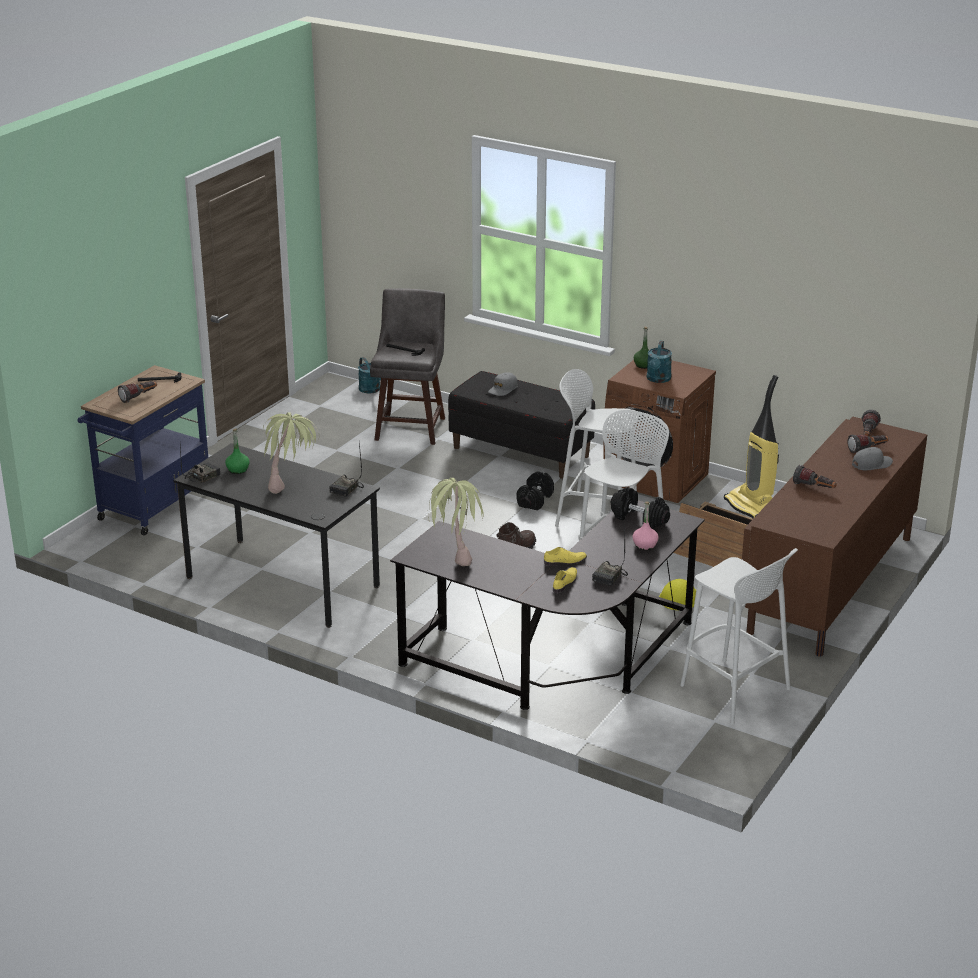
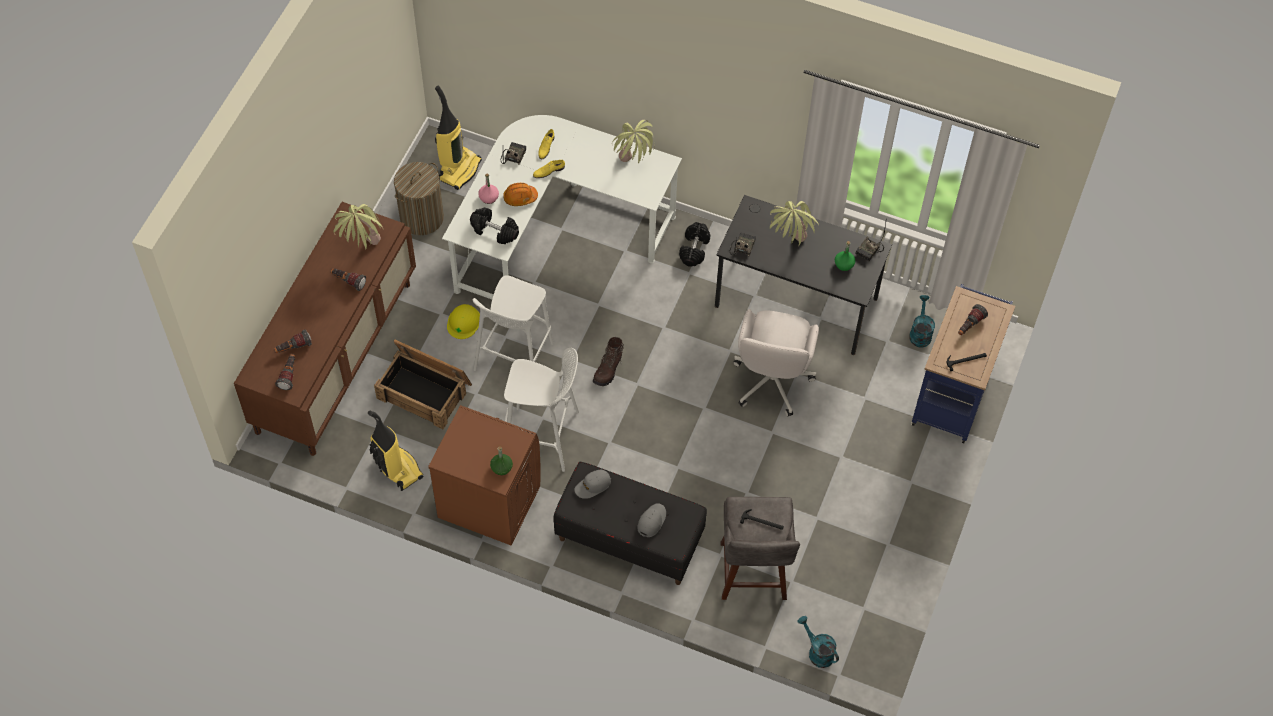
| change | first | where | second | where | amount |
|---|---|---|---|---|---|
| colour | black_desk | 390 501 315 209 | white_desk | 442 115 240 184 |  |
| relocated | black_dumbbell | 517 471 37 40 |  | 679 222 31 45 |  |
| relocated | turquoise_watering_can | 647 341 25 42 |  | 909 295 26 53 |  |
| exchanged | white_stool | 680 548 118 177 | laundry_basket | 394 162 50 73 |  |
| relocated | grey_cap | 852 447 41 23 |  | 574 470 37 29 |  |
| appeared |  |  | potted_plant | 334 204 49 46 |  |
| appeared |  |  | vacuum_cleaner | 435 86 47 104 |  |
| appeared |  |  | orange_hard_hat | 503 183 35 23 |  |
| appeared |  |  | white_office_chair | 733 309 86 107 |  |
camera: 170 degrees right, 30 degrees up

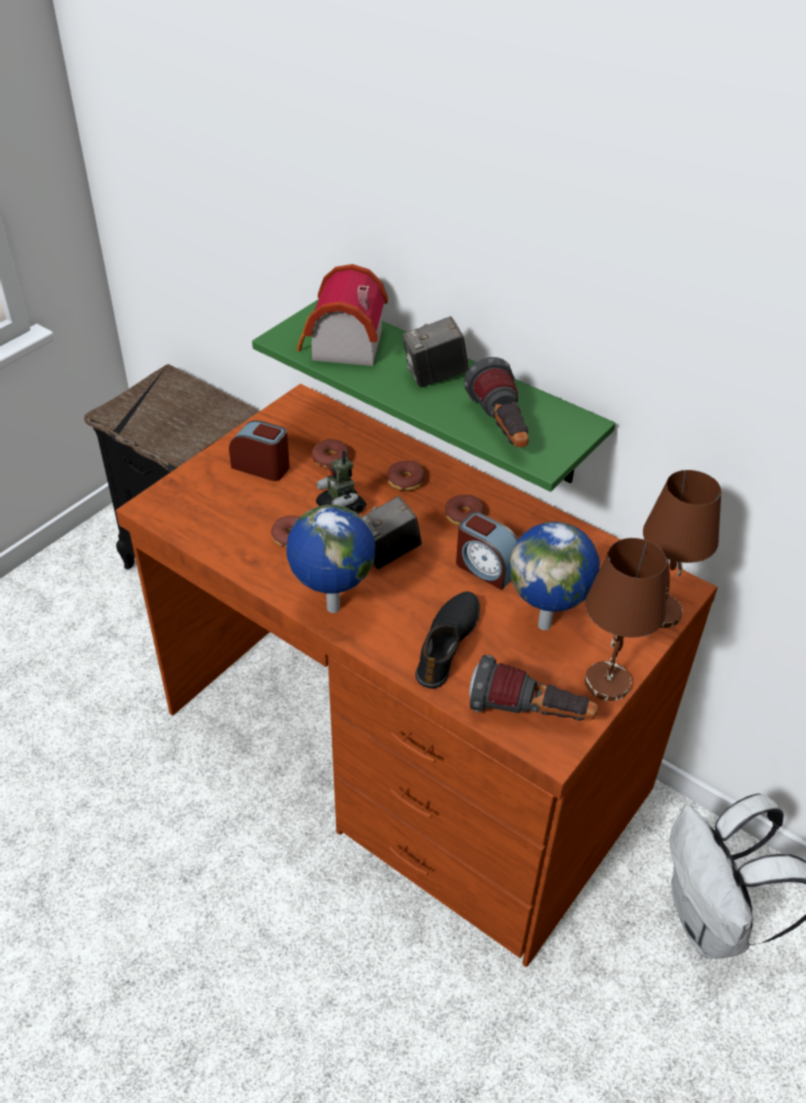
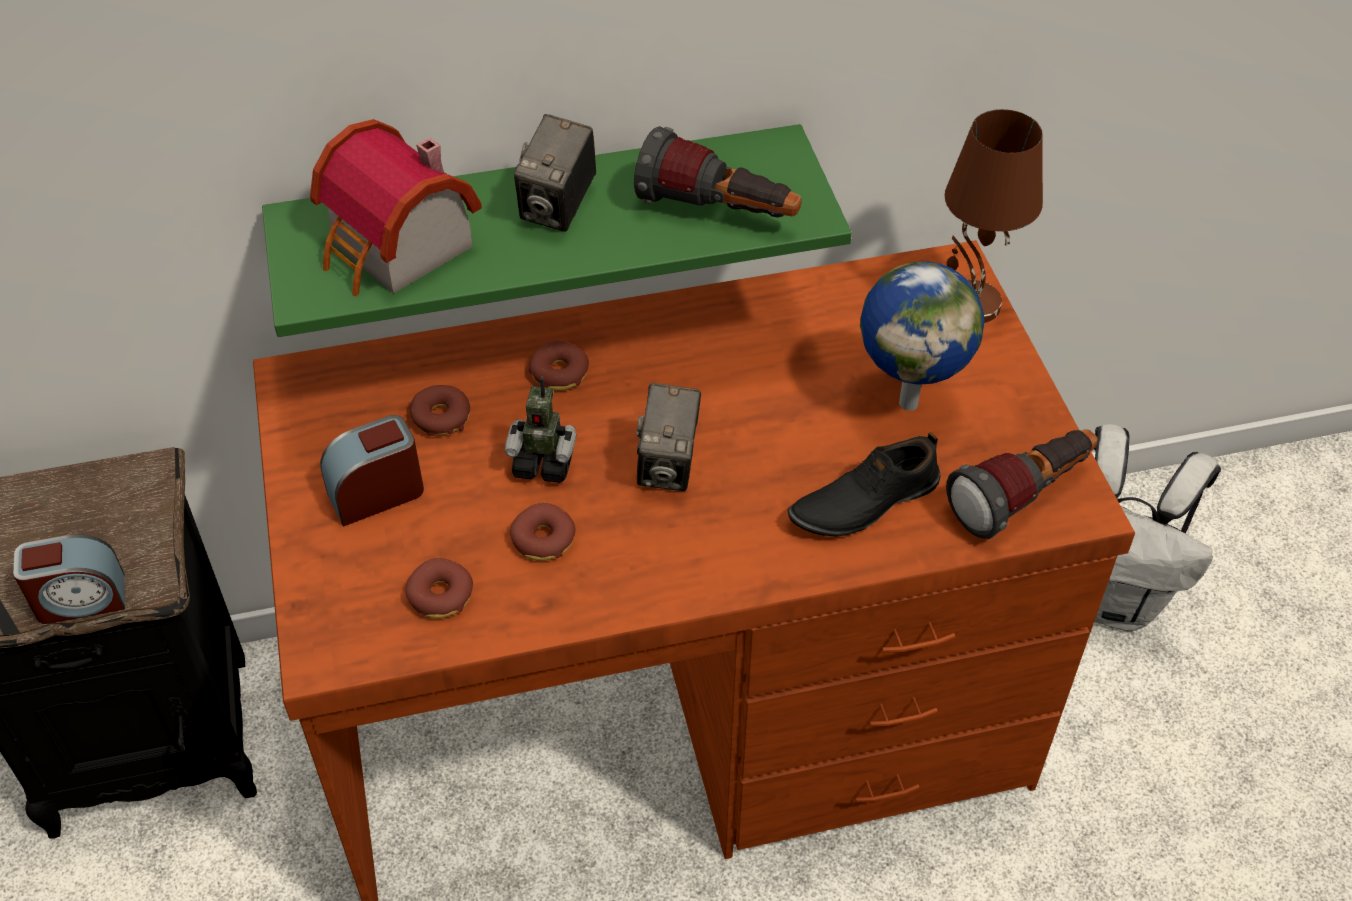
| change | first | where | second | where | amount |
|---|---|---|---|---|---|
| missing | globe | 286 505 89 108 |  |  |  |
| spun | black_shoe | 415 591 65 98 |  | 788 432 153 105 | 90 degrees counterclockwise |
| relocated | donut | 445 495 39 30 |  | 405 558 68 61 |  |
| relocated | alarm_clock | 456 512 62 78 |  | 13 534 112 90 |  |
| missing | brown_table_lamp | 585 538 82 163 |  |  |  |
camera: 50 degrees left, 5 degrees up

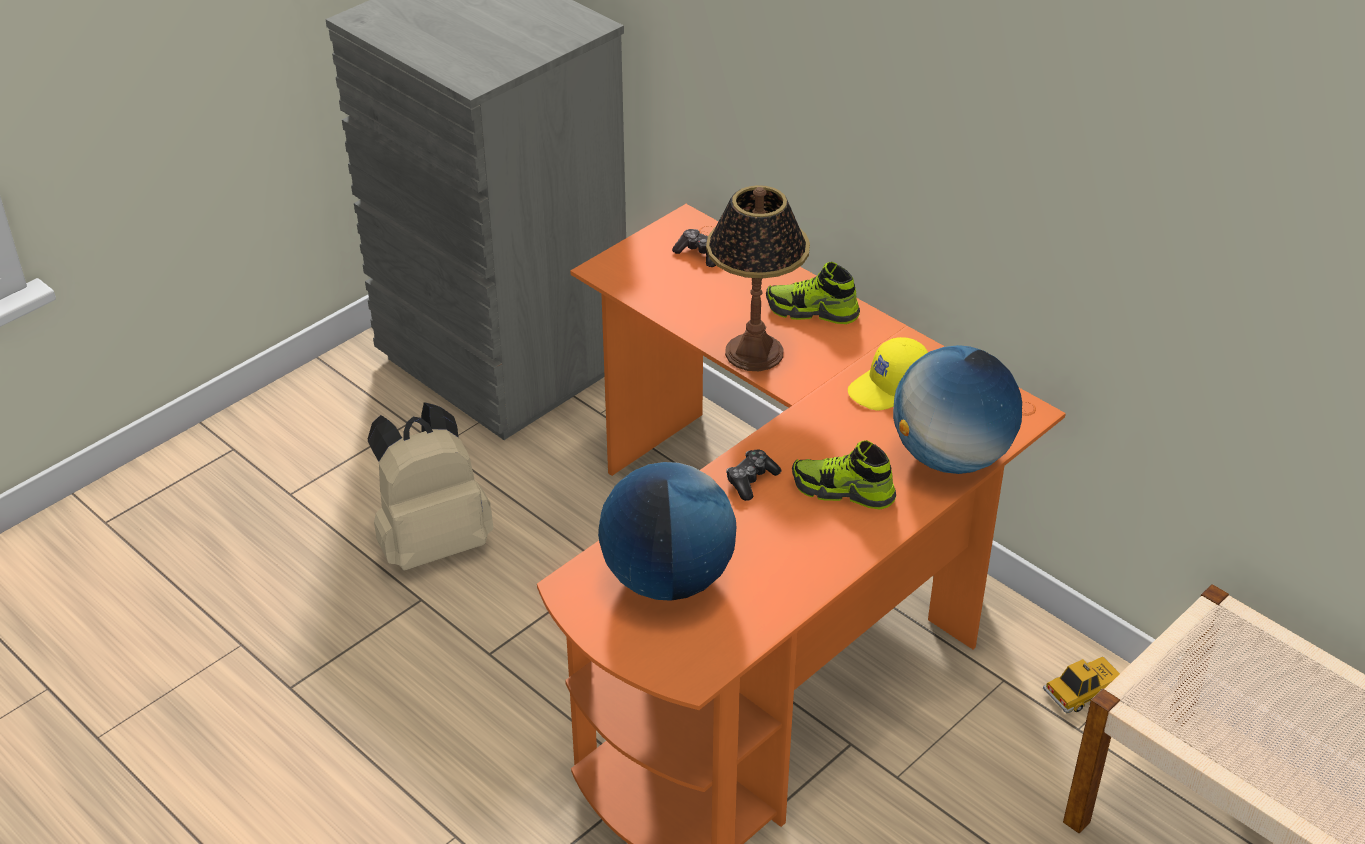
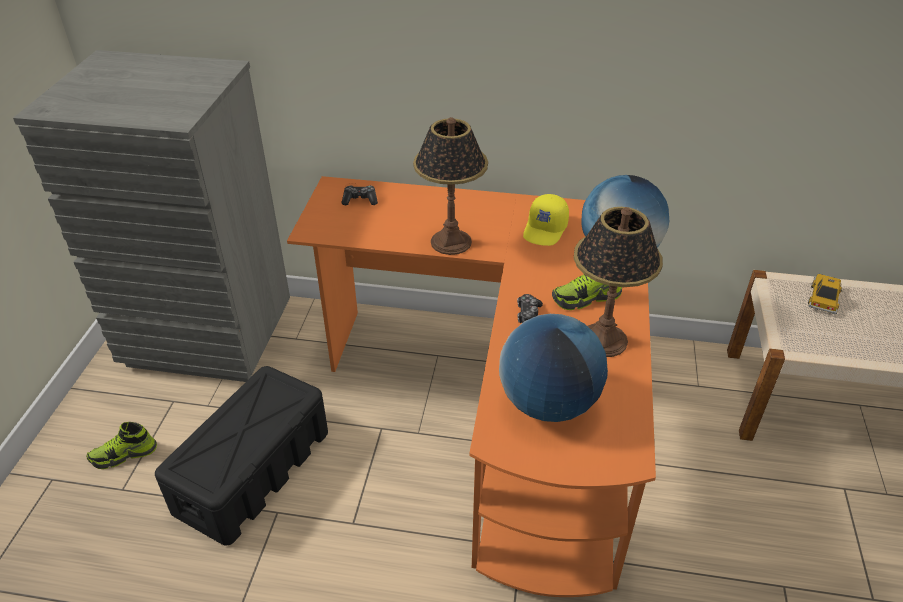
| change | first | where | second | where | amount |
|---|---|---|---|---|---|
| exchanged | beige_backpack | 368 402 125 168 | black_storage_box | 155 366 173 180 |  |
| relocated | shoe | 766 262 94 62 |  | 86 422 71 47 |  |
| relocated | toy_car | 1043 657 77 57 |  | 808 274 35 40 |  |
| appeared |  |  | table_lamp | 574 207 89 150 |  |
camera: 35 degrees left, 0 degrees up

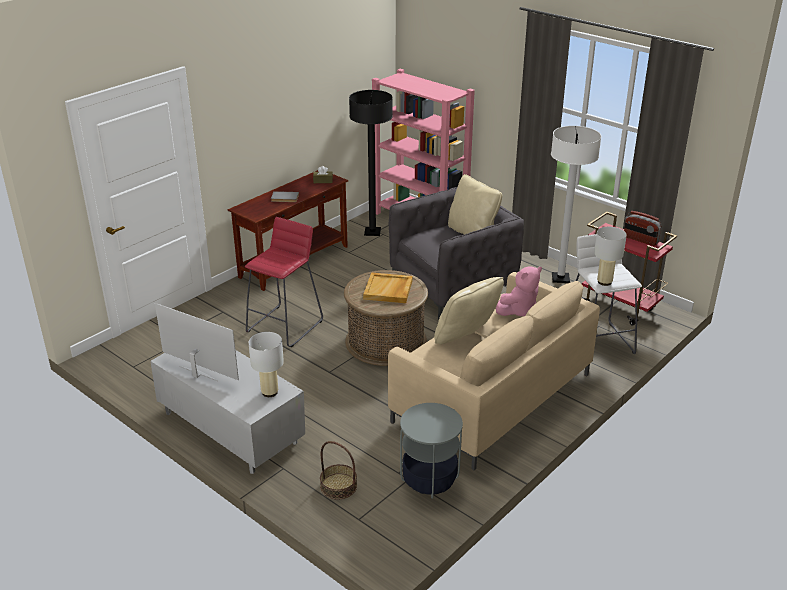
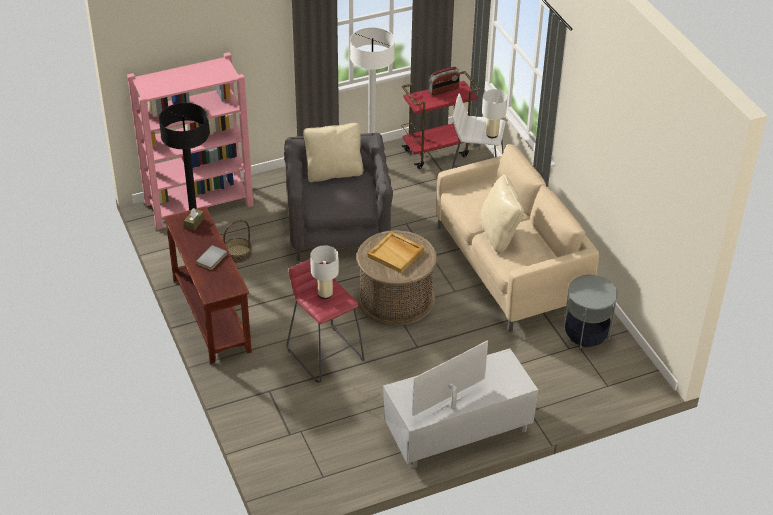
| change | first | where | second | where | amount |
|---|---|---|---|---|---|
| relocated | white_table_lamp | 249 332 35 65 |  | 310 245 29 54 |  |
| relocated | basket | 320 441 37 58 |  | 223 220 29 43 |  |
| missing | pink_plush_toy | 496 266 46 50 |  |  |  |
camera: 65 degrees left, 10 degrees up

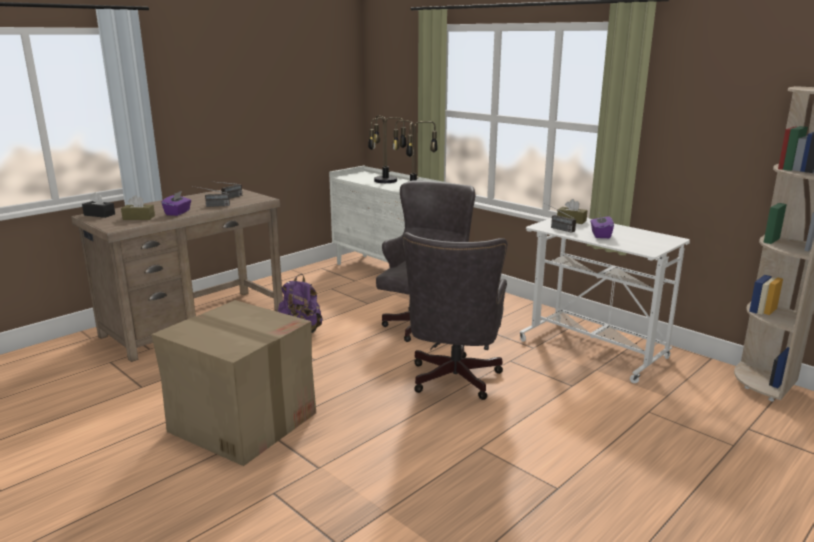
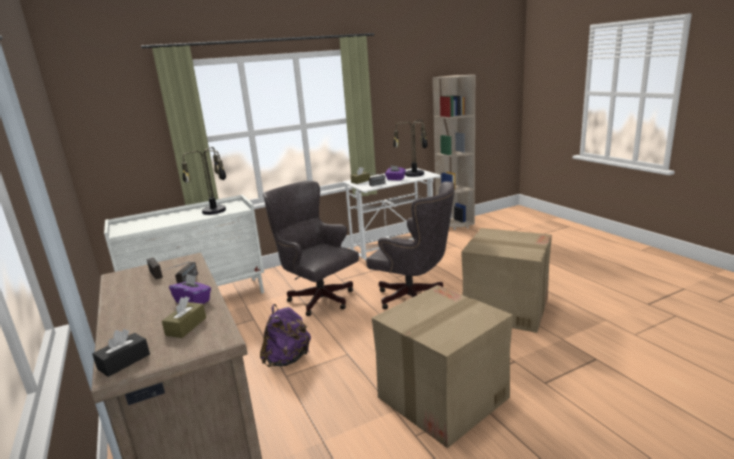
| change | first | where | second | where | amount |
|---|---|---|---|---|---|
| relocated | table_lamp | 368 115 38 68 |  | 393 120 35 57 |  |
| appeared |  |  | cardboard_box | 461 228 91 105 |  |
camera: 70 degrees left, 0 degrees up

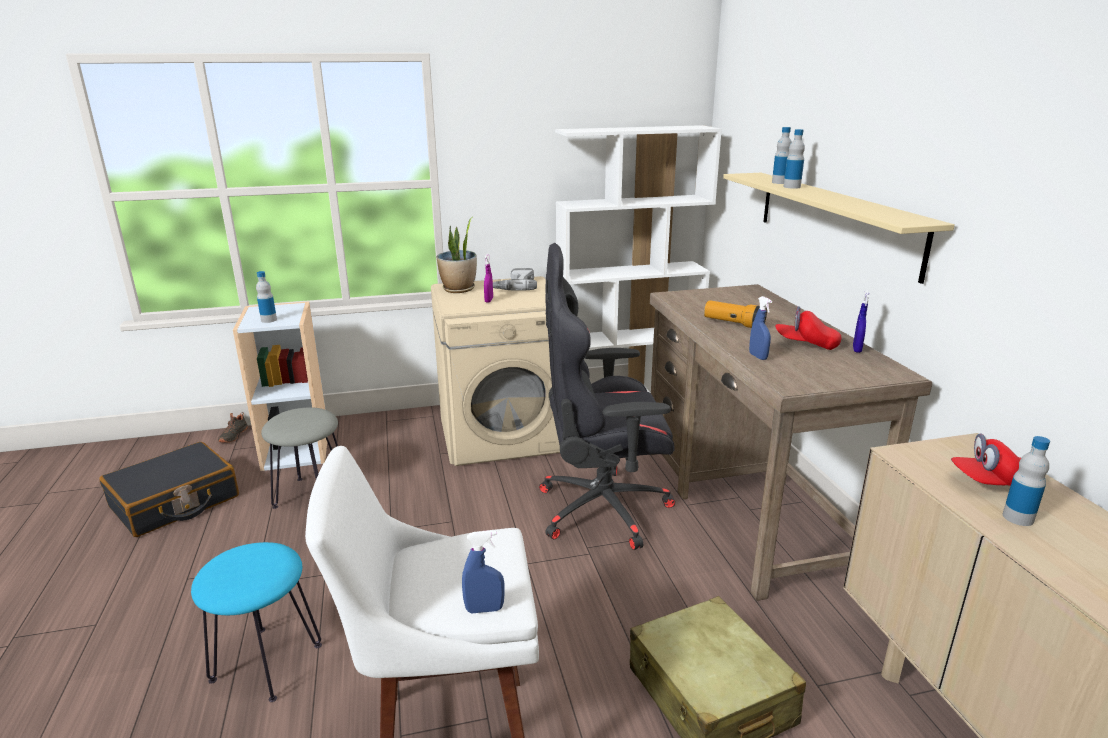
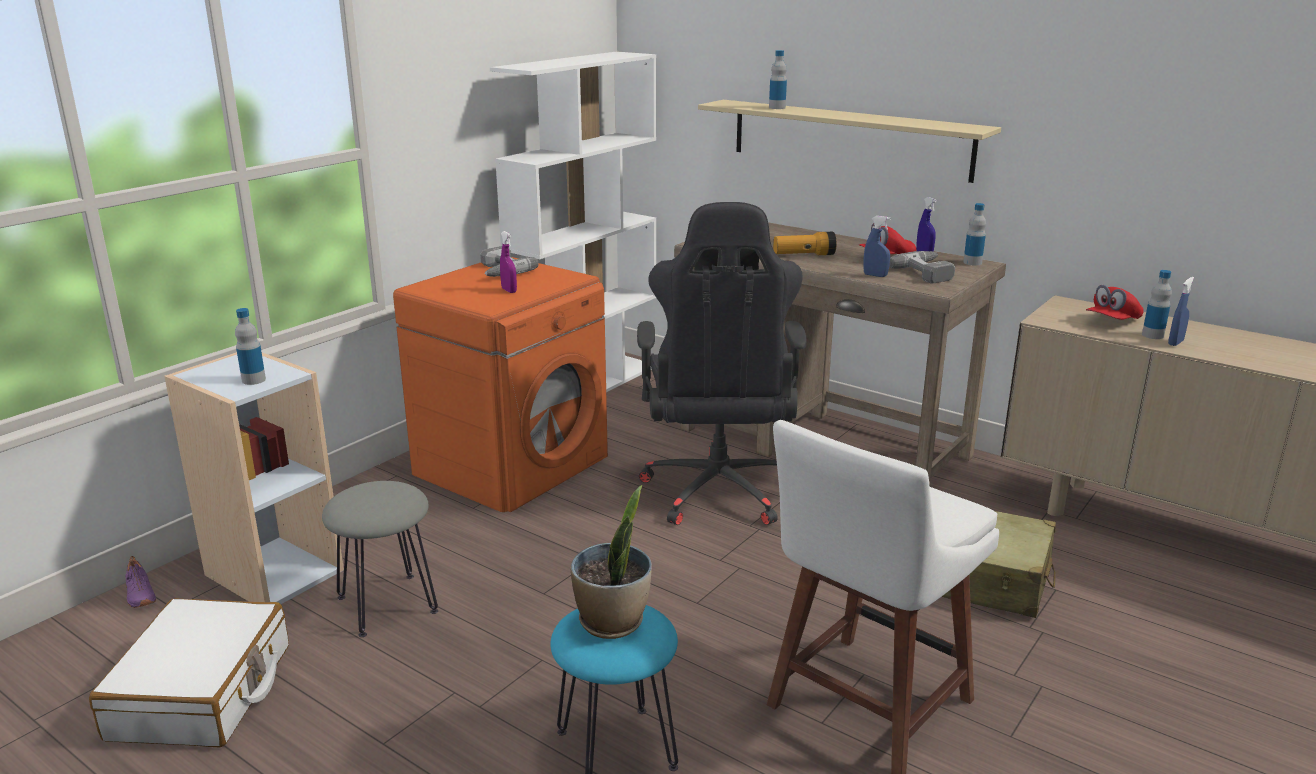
| change | first | where | second | where | amount |
|---|---|---|---|---|---|
| colour | black_suitcase | 99 442 140 95 | white_suitcase | 89 598 200 149 |  |
| colour | black_shoe | 218 412 30 31 | purple_shoe | 125 556 31 52 |  |
| colour | beige_washing_machine | 431 276 129 190 | orange_washing_machine | 393 257 215 256 |  |
| relocated | potted_plant | 437 217 40 76 |  | 571 485 81 154 |  |
| relocated | blue_spray_bottle | 462 530 43 83 |  | 1168 277 26 69 |  |
| spun | black_office_chair | 539 243 136 307 |  | 637 202 169 323 | 45 degrees counterclockwise |
| relocated | bottle | 783 129 22 60 |  | 963 203 23 63 |  |
| appeared |  |  | power_drill | 889 251 66 33 |  |
camera: 40 degrees left, 0 degrees up

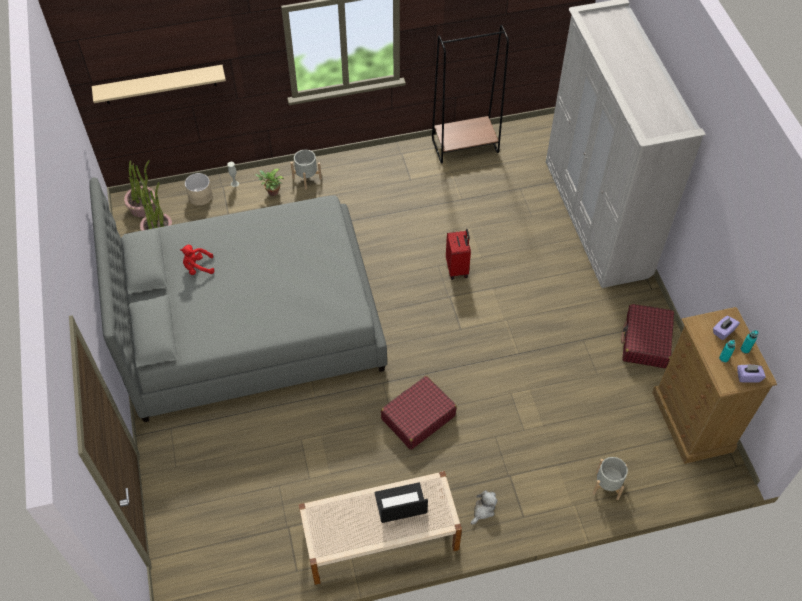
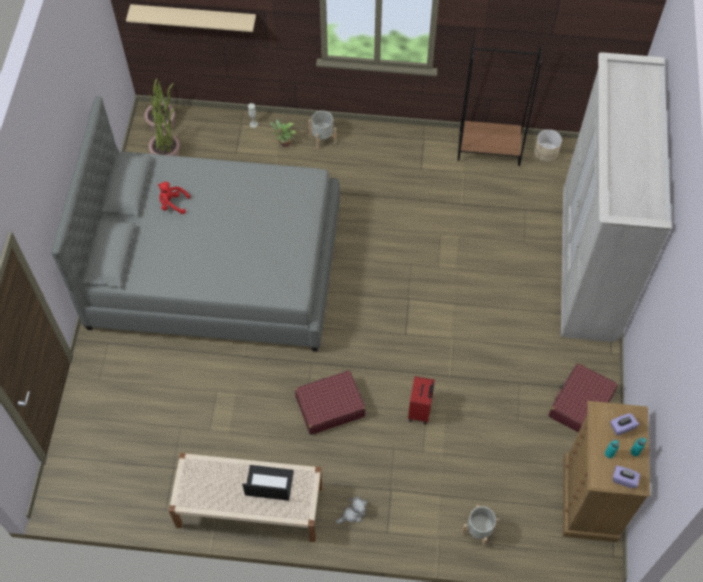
| change | first | where | second | where | amount |
|---|---|---|---|---|---|
| relocated | beige_planter | 185 173 28 33 |  | 534 129 28 33 |  |
| relocated | red_suitcase | 446 229 25 51 |  | 408 376 27 48 |  |
camera: 20 degrees right, 5 degrees up

